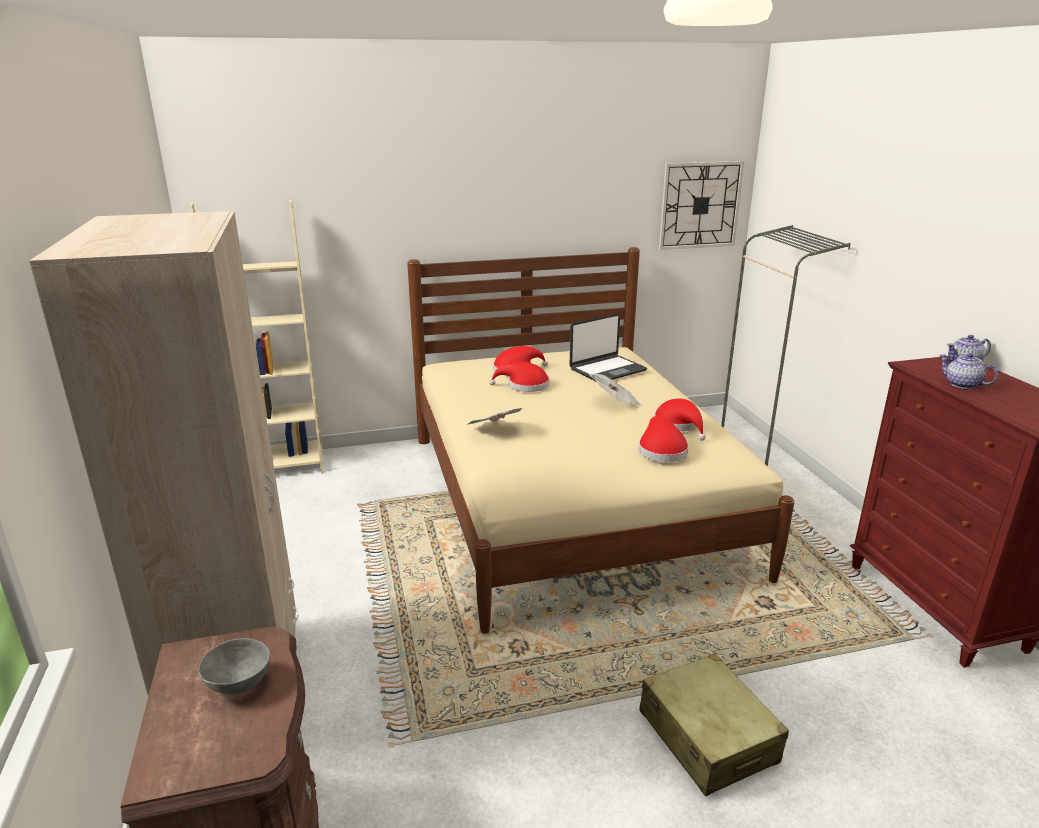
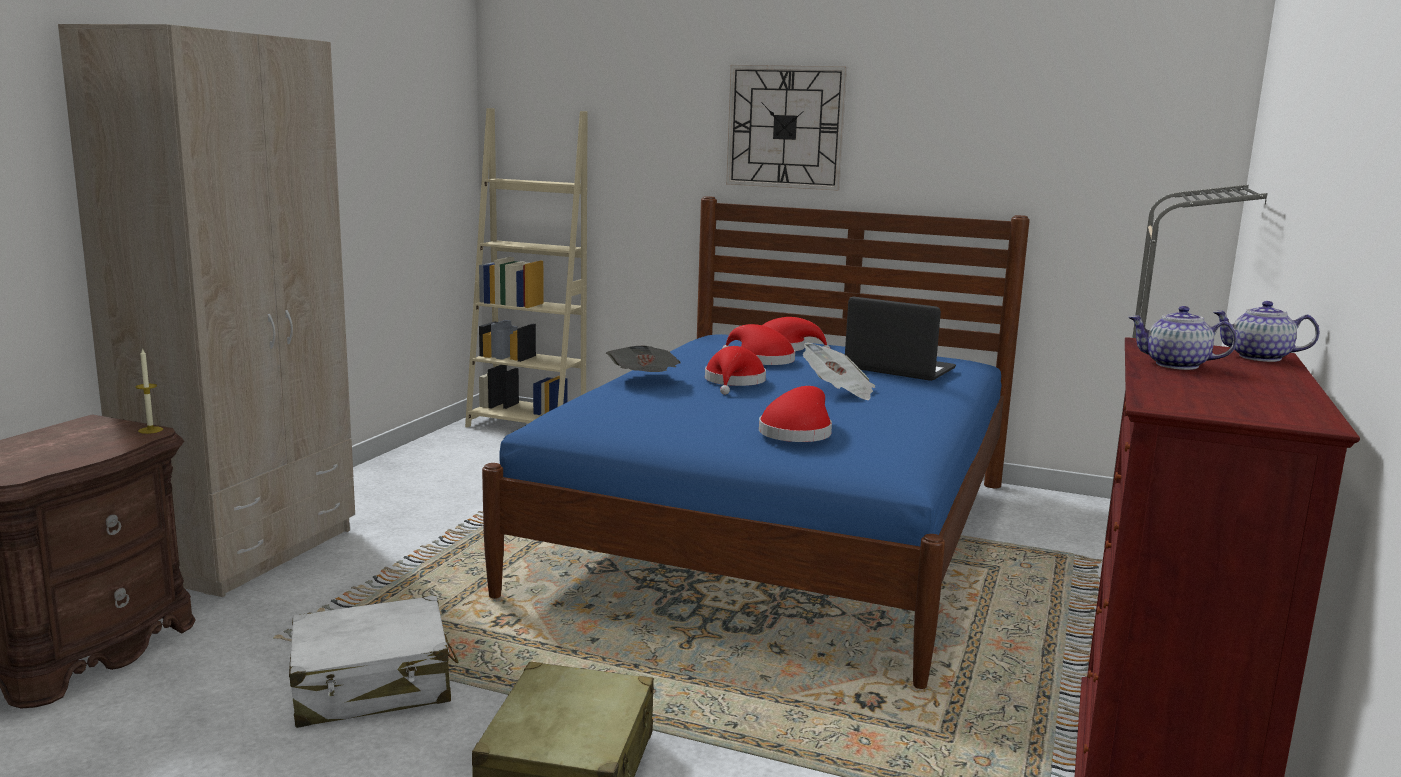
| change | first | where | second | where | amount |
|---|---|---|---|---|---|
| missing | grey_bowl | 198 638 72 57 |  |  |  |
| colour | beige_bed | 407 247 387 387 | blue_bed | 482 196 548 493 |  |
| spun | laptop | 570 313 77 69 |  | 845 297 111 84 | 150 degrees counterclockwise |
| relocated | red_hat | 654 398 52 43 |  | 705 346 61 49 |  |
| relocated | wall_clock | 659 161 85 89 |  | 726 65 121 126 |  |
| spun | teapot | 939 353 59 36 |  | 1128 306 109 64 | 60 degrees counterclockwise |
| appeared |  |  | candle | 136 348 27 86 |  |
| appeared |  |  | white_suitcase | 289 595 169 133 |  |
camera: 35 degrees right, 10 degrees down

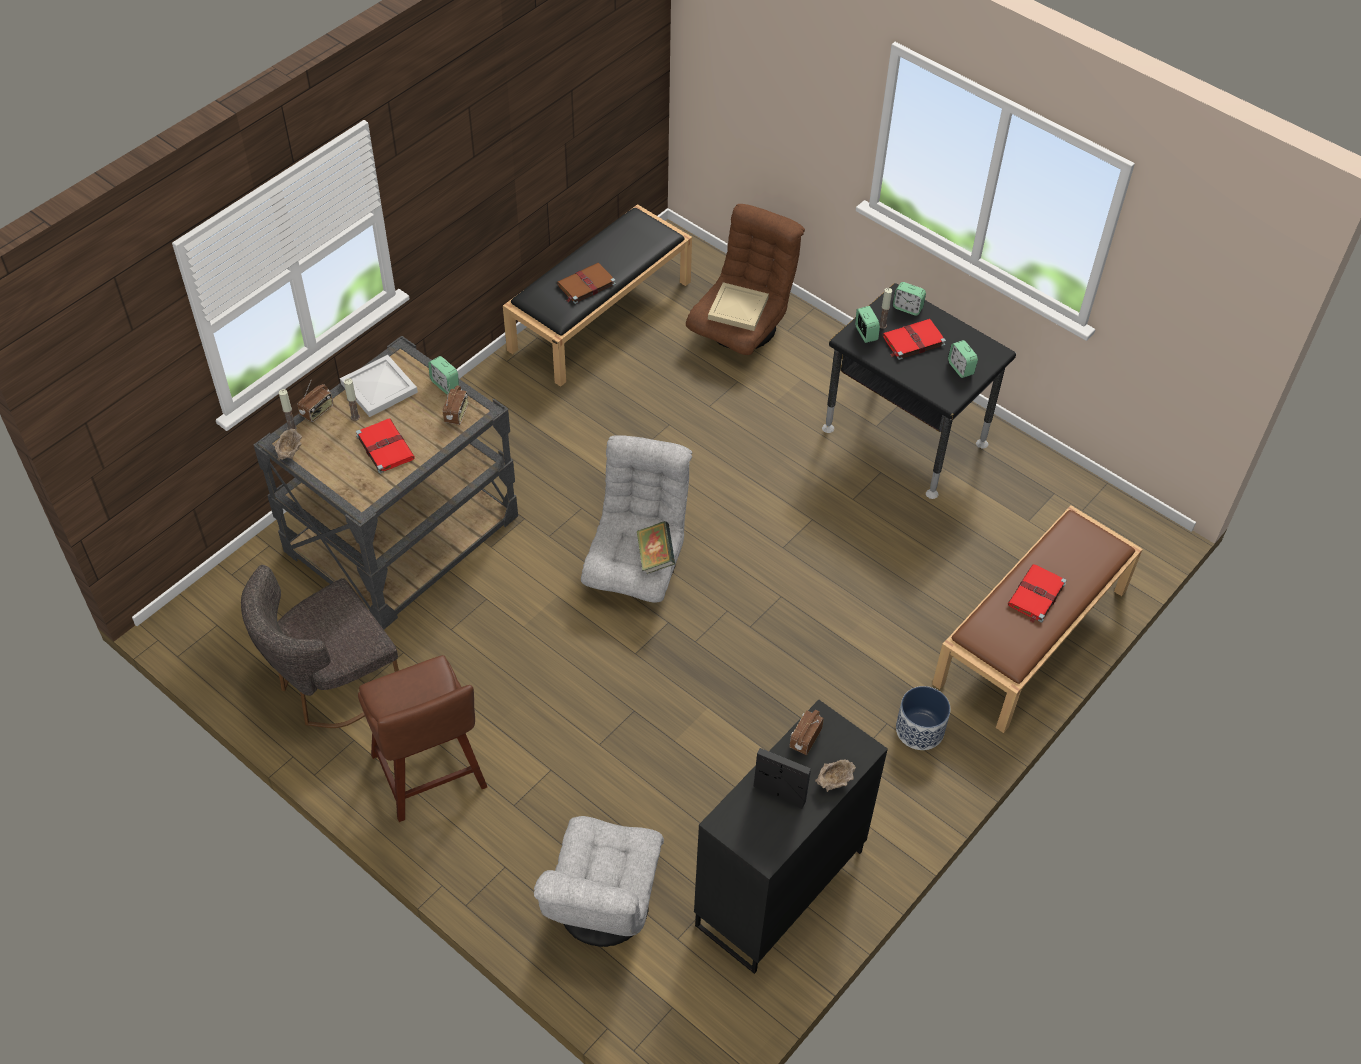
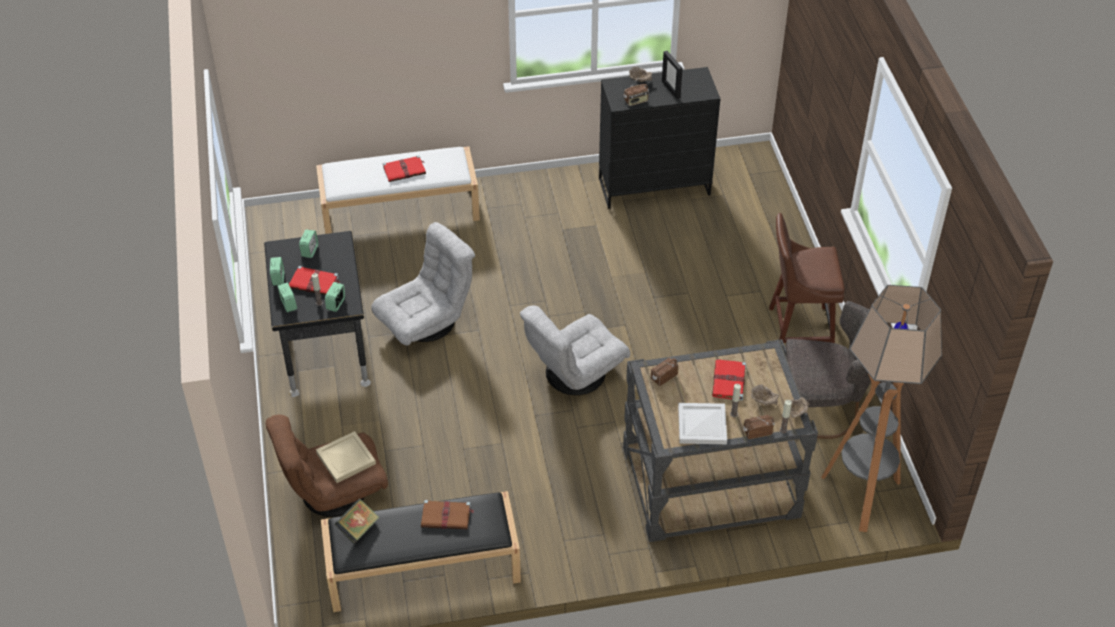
| change | first | where | second | where | amount |
|---|---|---|---|---|---|
| spun | brown_chair | 358 655 129 167 |  | 769 213 76 130 | 105 degrees counterclockwise |
| relocated | alarm_clock | 428 356 31 39 |  | 270 257 14 29 |  |
| relocated | grey_armchair | 534 816 130 131 |  | 371 222 104 123 |  |
| relocated | book | 636 521 39 53 |  | 334 499 46 44 |  |
| missing | planter | 896 686 55 64 |  |  |  |
| colour | brown_bench | 932 505 211 228 | white_bench | 316 146 164 88 |  |
| appeared |  |  | beige_bowl | 751 384 28 21 |  |
| appeared |  |  | floor_lamp | 821 285 121 247 |  |
camera: 140 degrees left, 5 degrees down

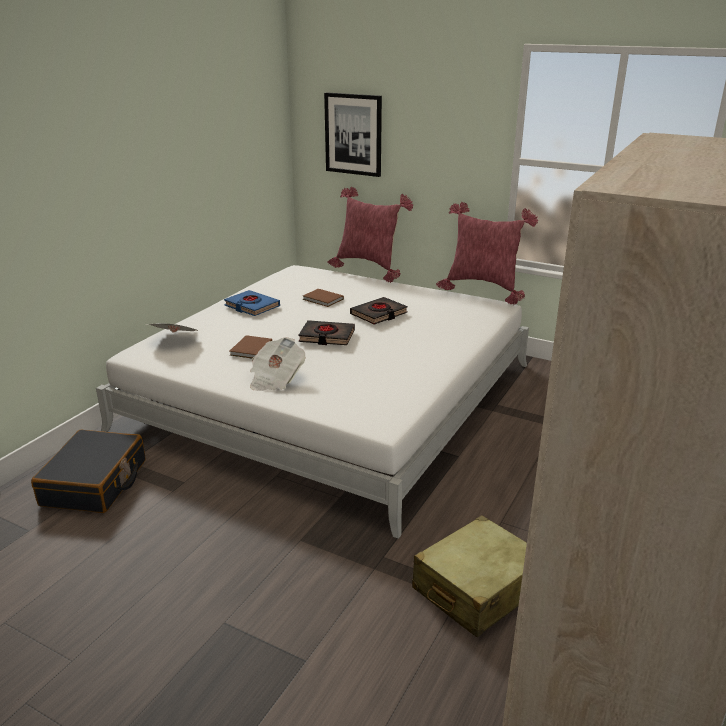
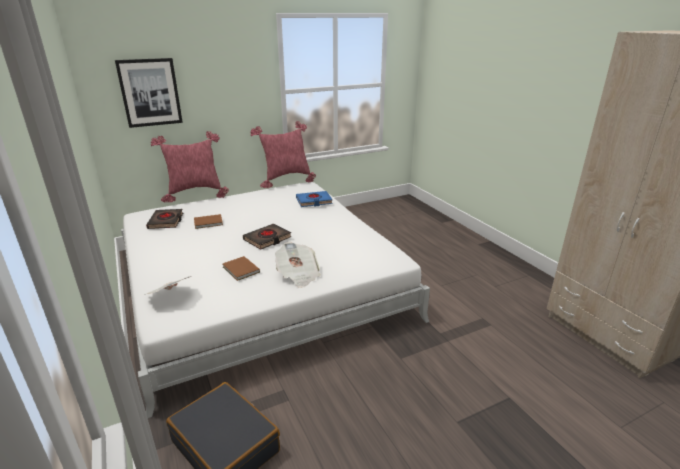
| change | first | where | second | where | amount |
|---|---|---|---|---|---|
| relocated | blue_book | 224 290 56 26 |  | 296 191 37 16 |  |
| relocated | black_book | 350 297 58 28 |  | 146 209 37 20 |  |
| missing | beige_suitcase | 412 515 115 122 |  |  |  |
camera: 55 degrees left, 0 degrees up

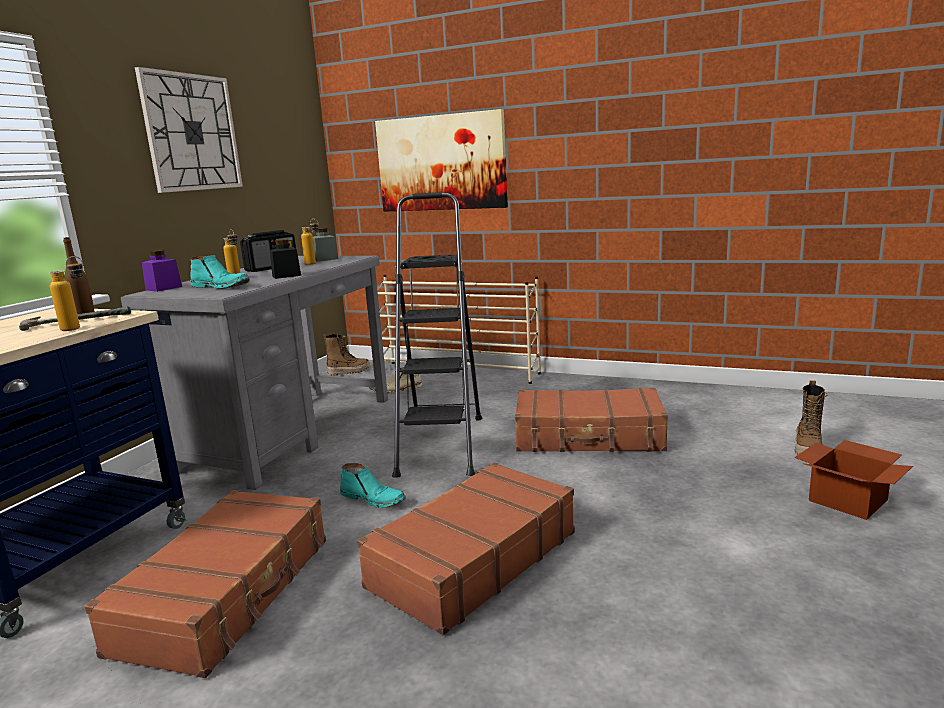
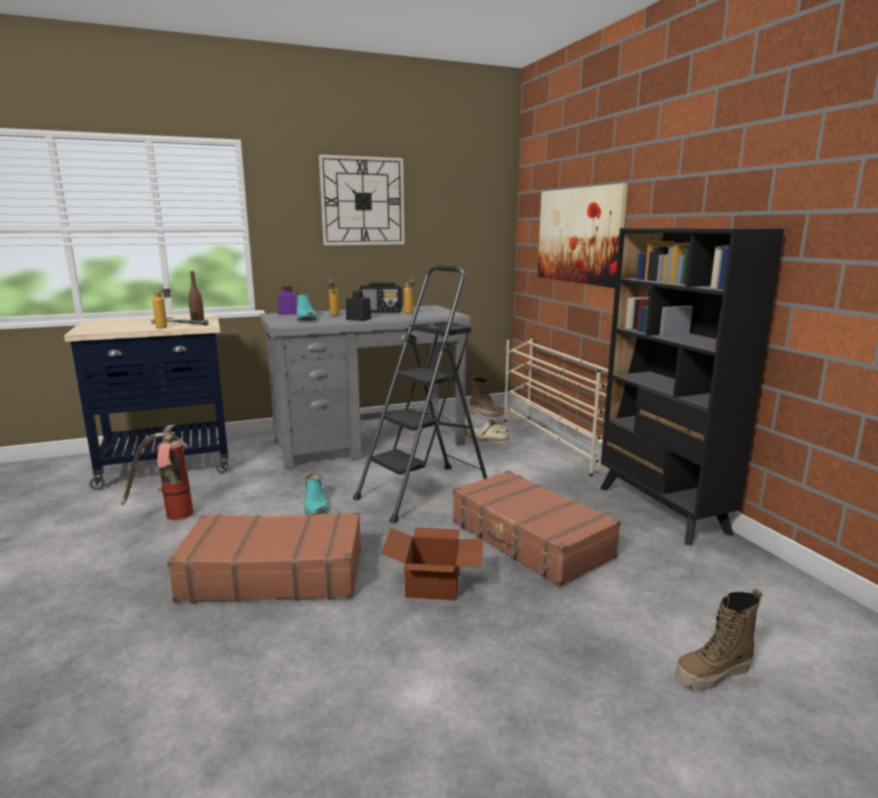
| change | first | where | second | where | amount |
|---|---|---|---|---|---|
| exchanged | brown_suitcase | 84 490 242 188 | fire_extinguisher | 121 425 72 95 |  |
| missing | grey_jar | 313 228 26 34 |  |  |  |
| relocated | cardboard_box | 794 440 119 80 |  | 381 527 102 74 |  |
| appeared |  |  | black_bookcase | 600 228 184 318 |  |
camera: 45 degrees right, 0 degrees up

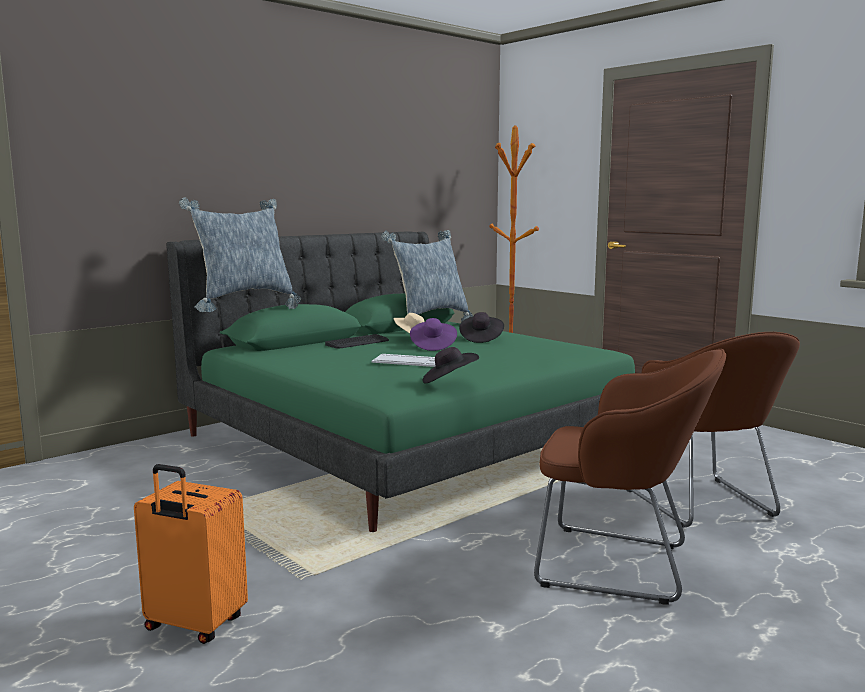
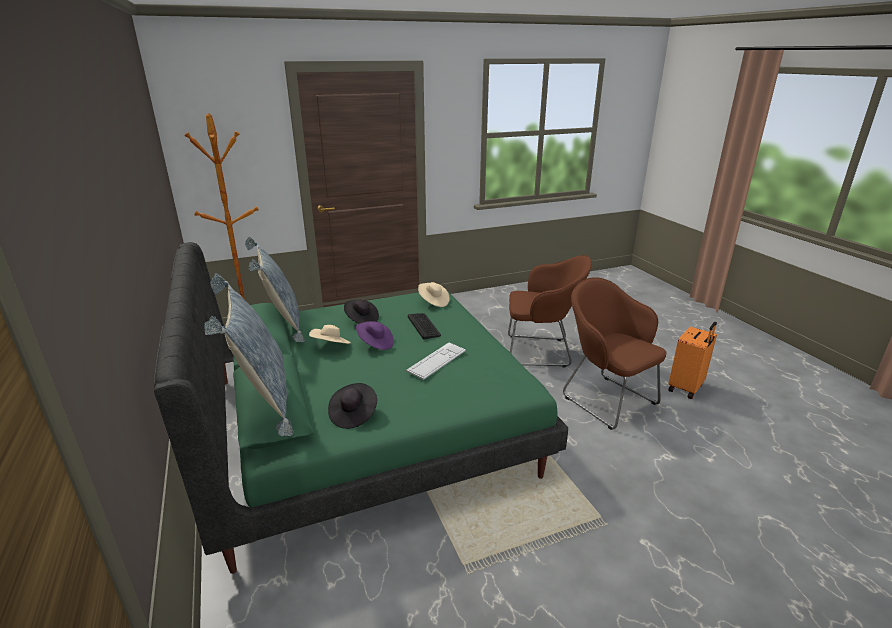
| change | first | where | second | where | amount |
|---|---|---|---|---|---|
| relocated | orange_suitcase | 134 464 114 180 |  | 668 322 49 77 |  |
| relocated | keyboard | 325 334 64 15 |  | 408 313 33 27 |  |
| relocated | black_hat | 423 347 56 37 |  | 328 383 49 46 |  |
| spun | brown_armchair | 534 349 192 256 |  | 563 277 103 153 | 75 degrees counterclockwise |
| appeared |  |  | beige_hat | 418 282 31 25 |  |
camera: 70 degrees left, 15 degrees up

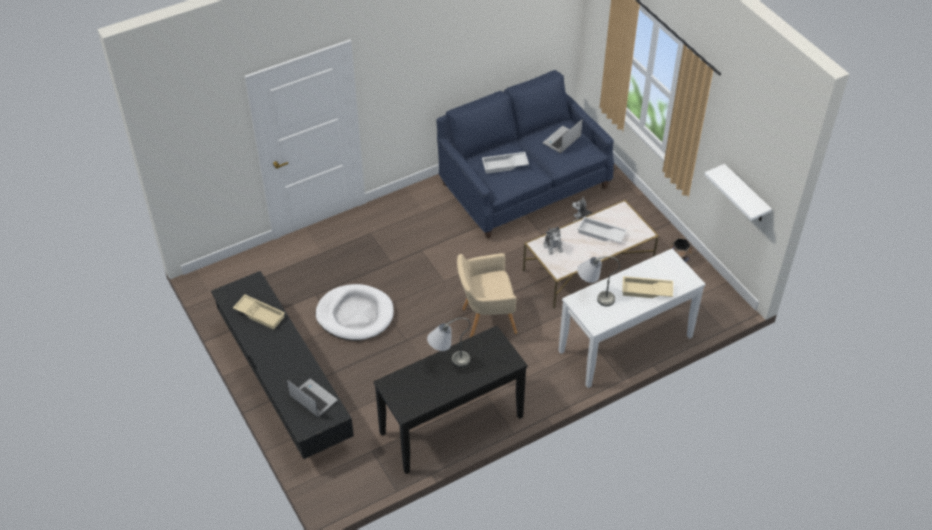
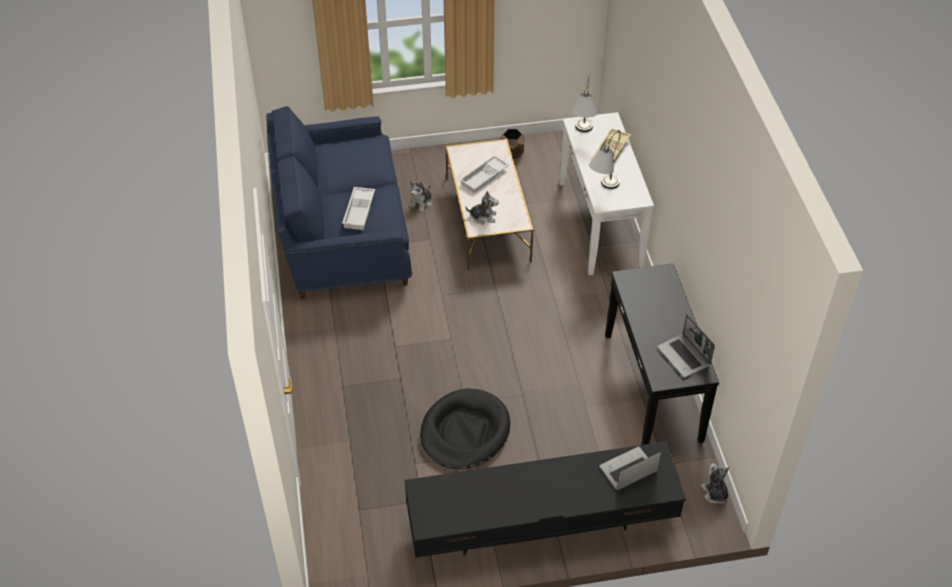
| change | first | where | second | where | amount |
|---|---|---|---|---|---|
| missing | beige_tray | 233 295 52 35 |  |  |  |
| colour | white_dog_bed | 316 284 78 57 | black_dog_bed | 420 388 90 81 |  |
| relocated | grey_table_lamp | 427 318 43 50 |  | 572 74 24 58 |  |
| missing | beige_armchair | 457 253 60 84 |  |  |  |
| relocated | laptop | 543 119 40 34 |  | 657 314 58 64 |  |
| missing | white_shelf | 704 164 68 57 |  |  |  |
| appeared |  |  | plush_toy | 701 463 28 41 |  |
camera: 70 degrees left, 0 degrees up

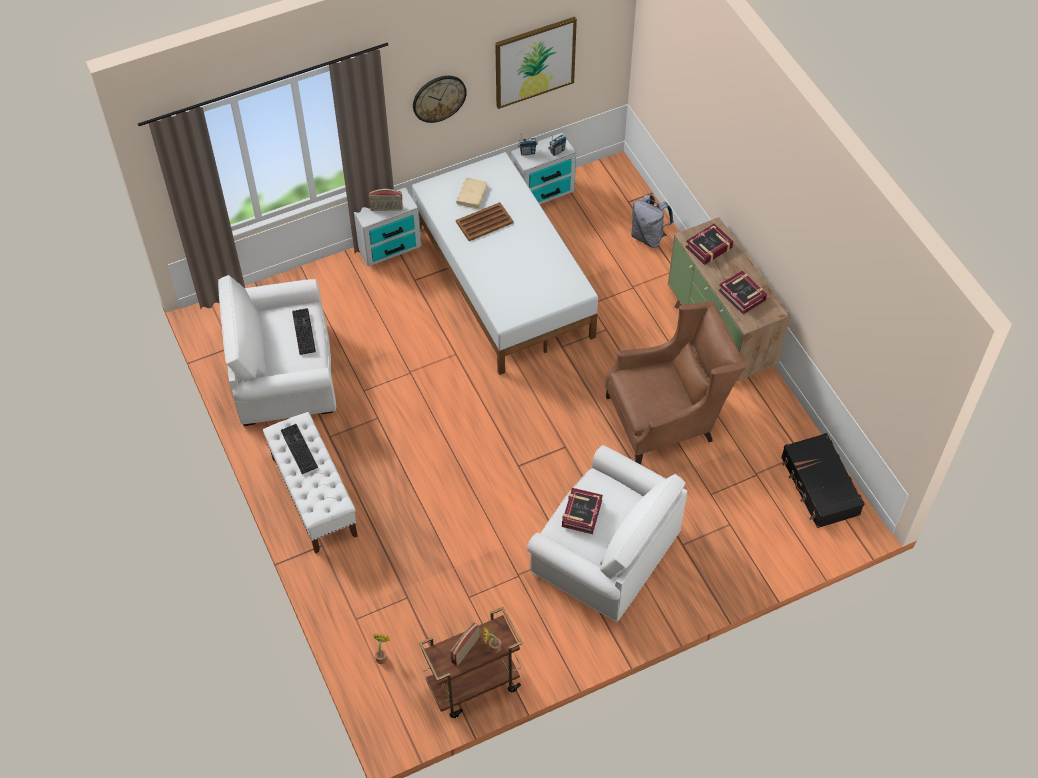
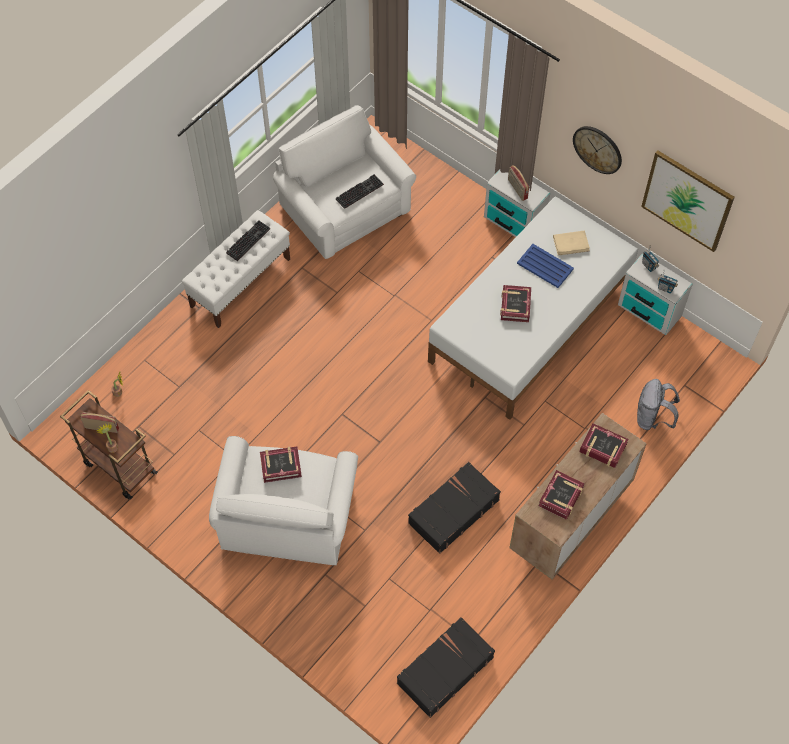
| change | first | where | second | where | amount |
|---|---|---|---|---|---|
| colour | brown_tray | 456 202 58 39 | blue_tray | 517 244 57 44 |  |
| exchanged | brown_armchair | 605 301 141 164 | black_suitcase | 408 462 93 92 |  |
| appeared |  |  | book | 500 285 31 37 |  |
camera: 65 degrees right, 5 degrees up

